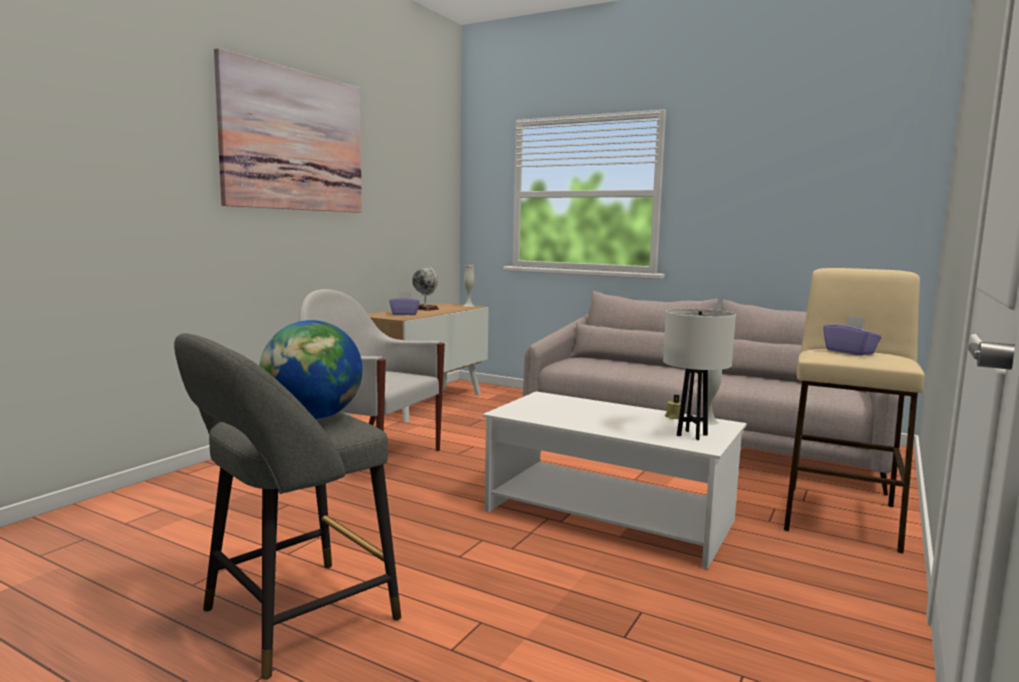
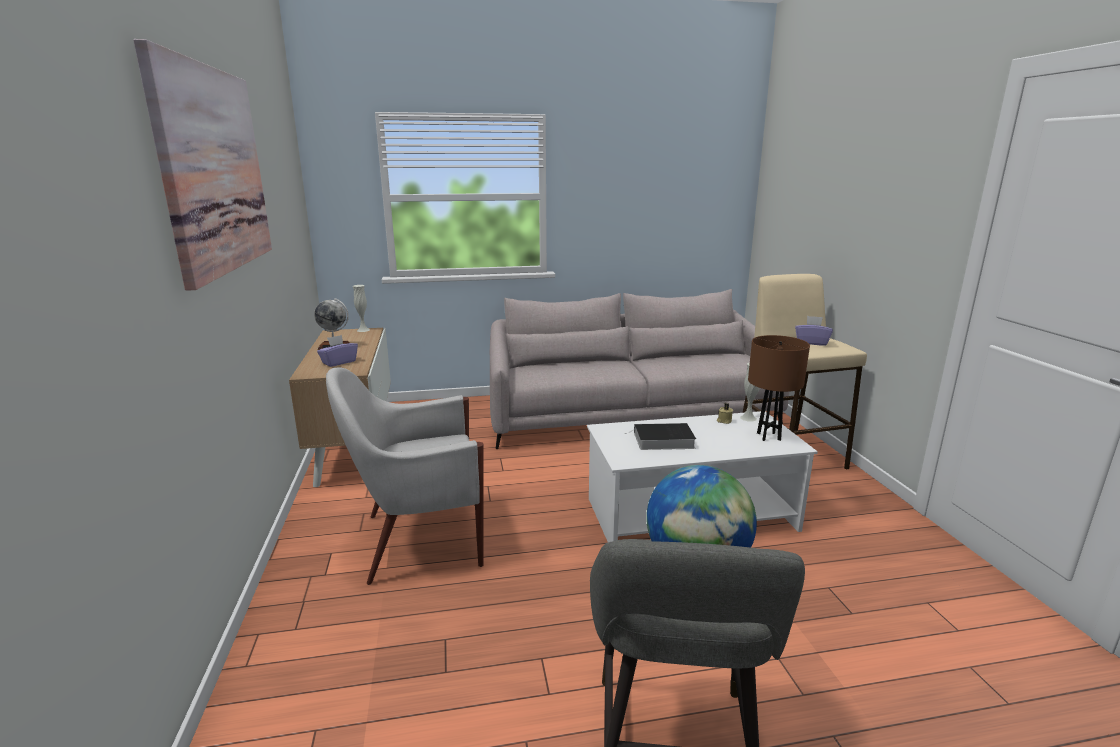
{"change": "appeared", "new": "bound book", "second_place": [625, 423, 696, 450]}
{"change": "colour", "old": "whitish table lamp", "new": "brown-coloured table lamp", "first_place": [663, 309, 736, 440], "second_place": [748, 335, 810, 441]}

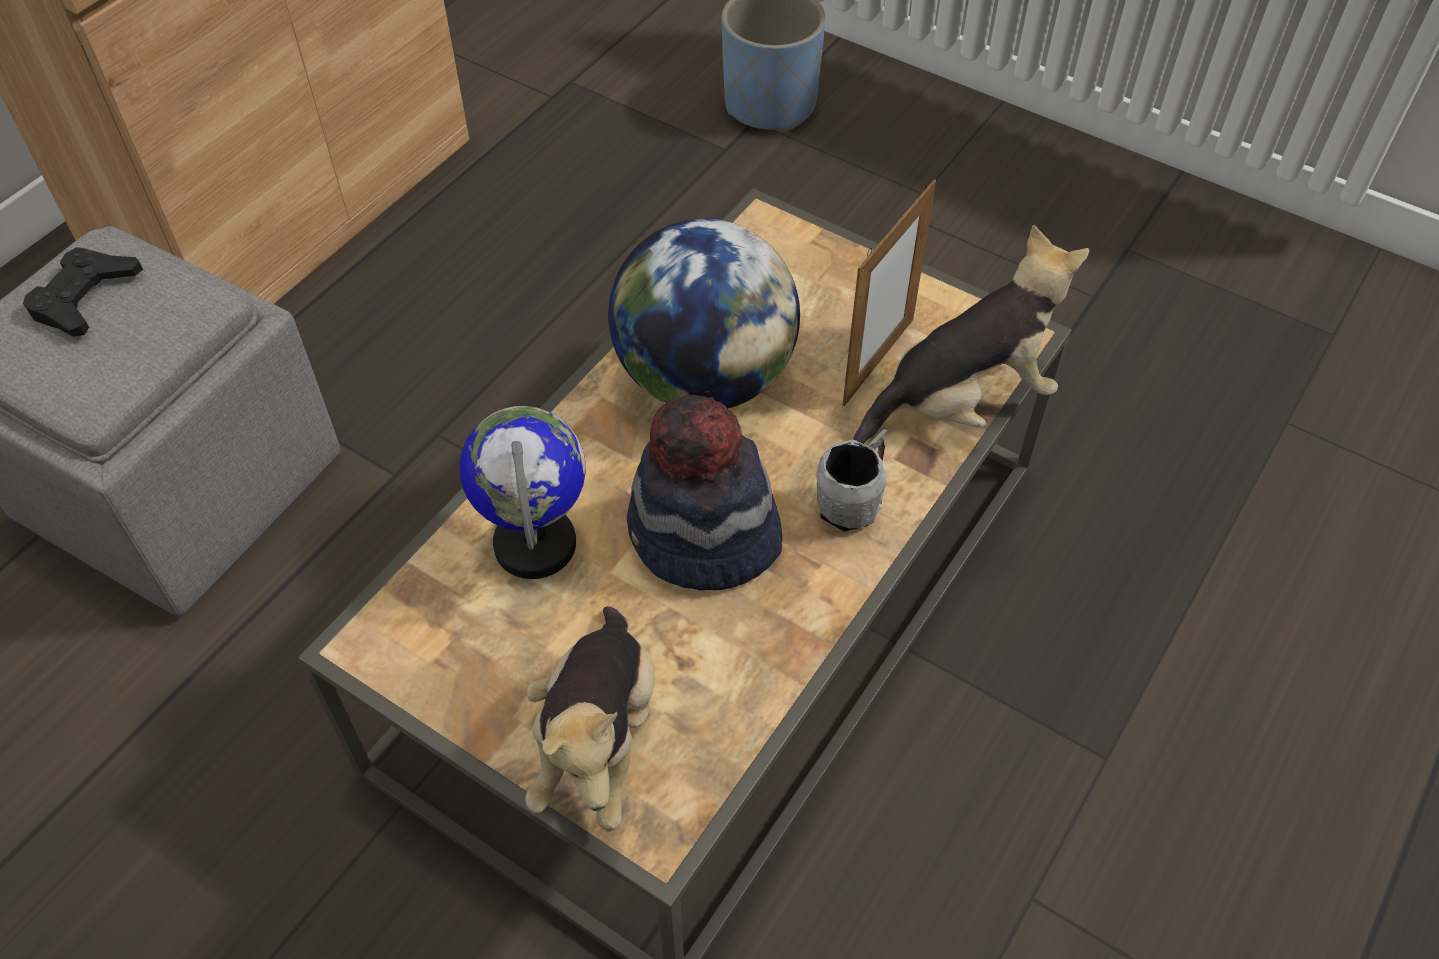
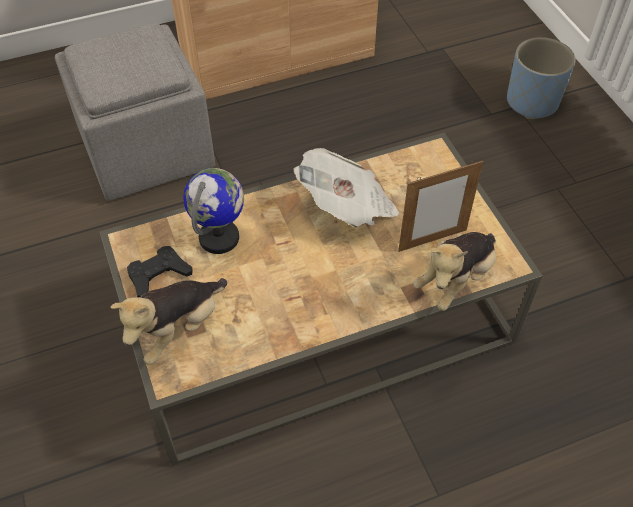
{"change": "missing", "old": "clothing hat", "first_place": [627, 395, 782, 590]}
{"change": "missing", "old": "gray mug", "first_place": [816, 429, 888, 532]}
{"change": "relocated", "old": "black-coloured gamepad", "first_place": [23, 247, 143, 337], "second_place": [127, 246, 193, 298]}
{"change": "exchanged", "old": "globe", "new": "printed paper", "first_place": [608, 218, 800, 408], "second_place": [294, 148, 399, 227]}
{"change": "spun", "old": "plush toy", "first_place": [853, 225, 1090, 444], "second_place": [413, 232, 496, 311], "degrees": 120}

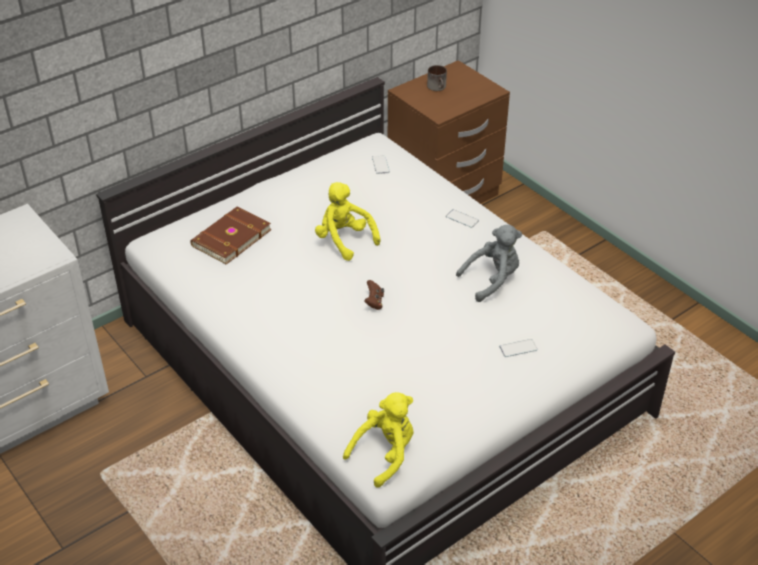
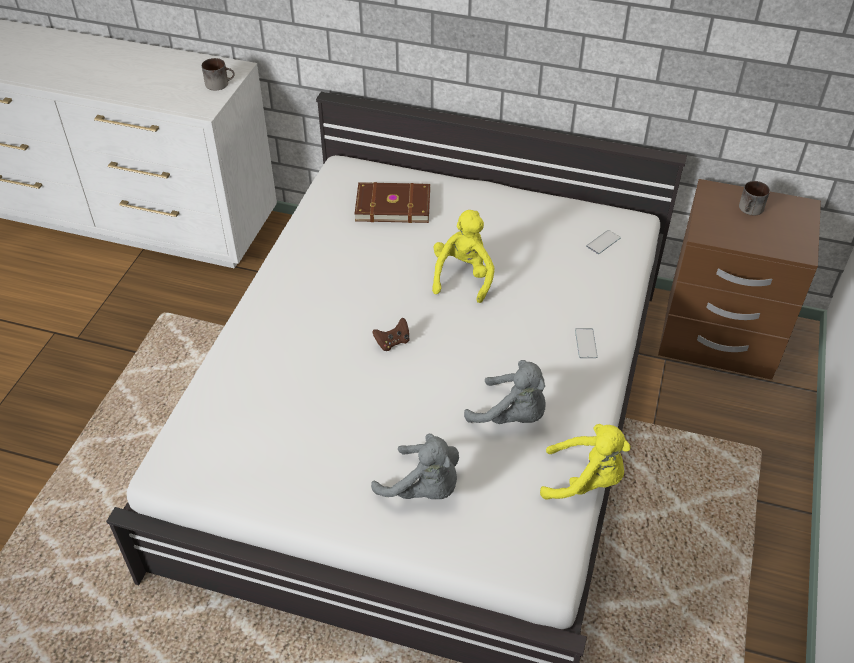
{"change": "appeared", "new": "mug", "second_place": [202, 58, 235, 91]}
{"change": "relocated", "old": "yellow-coloured plush toy", "first_place": [343, 392, 413, 488], "second_place": [540, 424, 631, 500]}
{"change": "exchanged", "old": "phone", "new": "gray plush toy", "first_place": [499, 339, 538, 357], "second_place": [371, 434, 459, 499]}

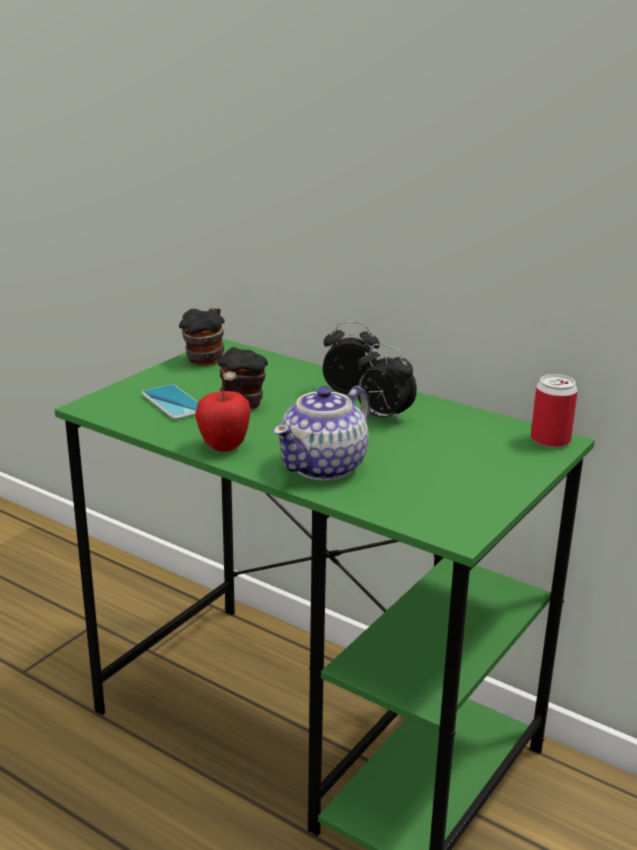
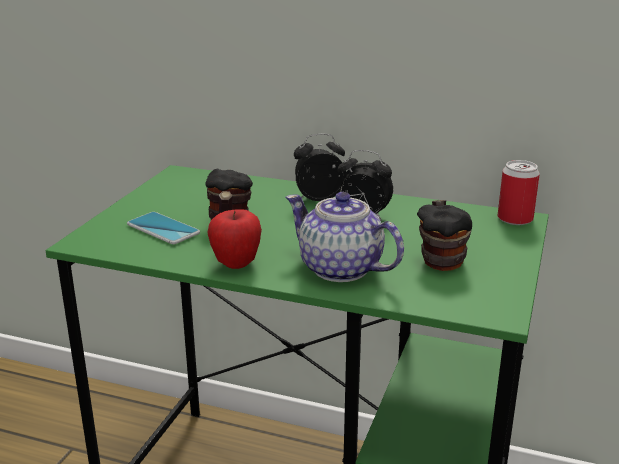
{"change": "relocated", "old": "mug", "first_place": [179, 308, 225, 366], "second_place": [417, 200, 472, 271]}
{"change": "spun", "old": "teapot", "first_place": [273, 386, 370, 481], "second_place": [286, 192, 404, 282], "degrees": 105}

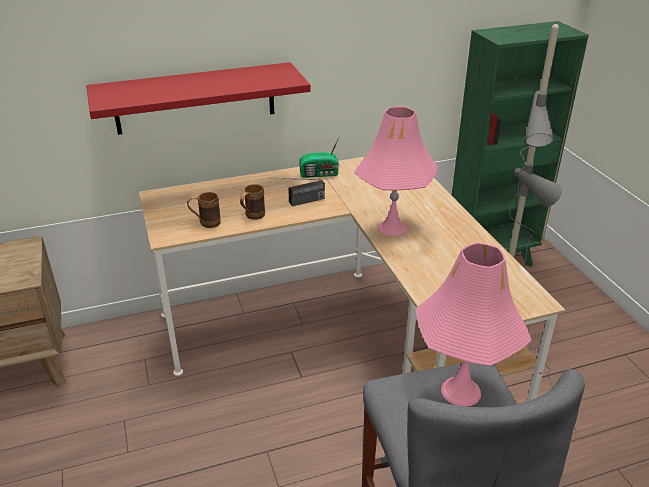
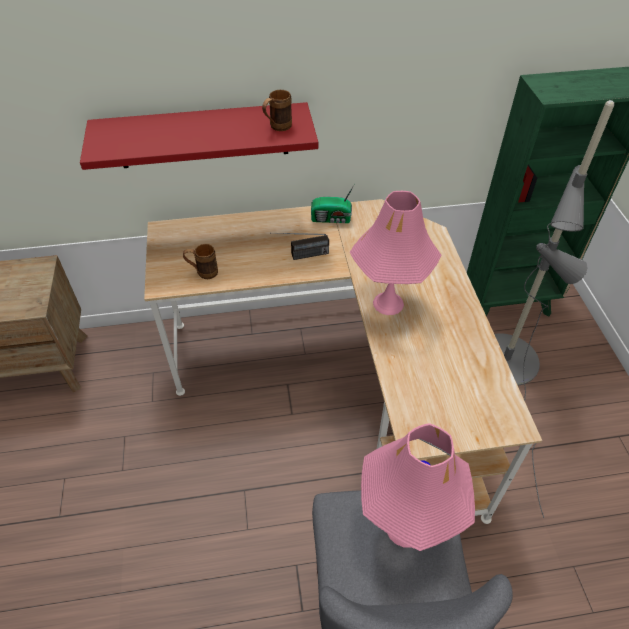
{"change": "relocated", "old": "brown-coloured mug", "first_place": [240, 184, 265, 220], "second_place": [262, 90, 292, 131]}

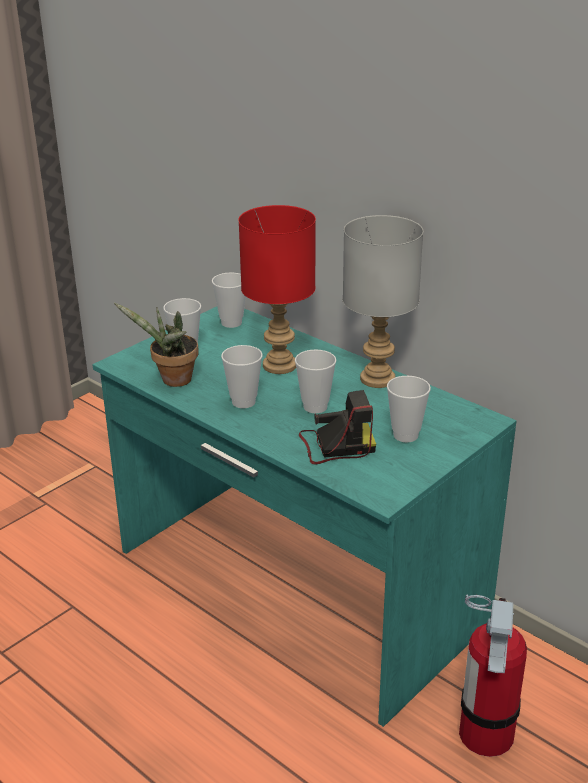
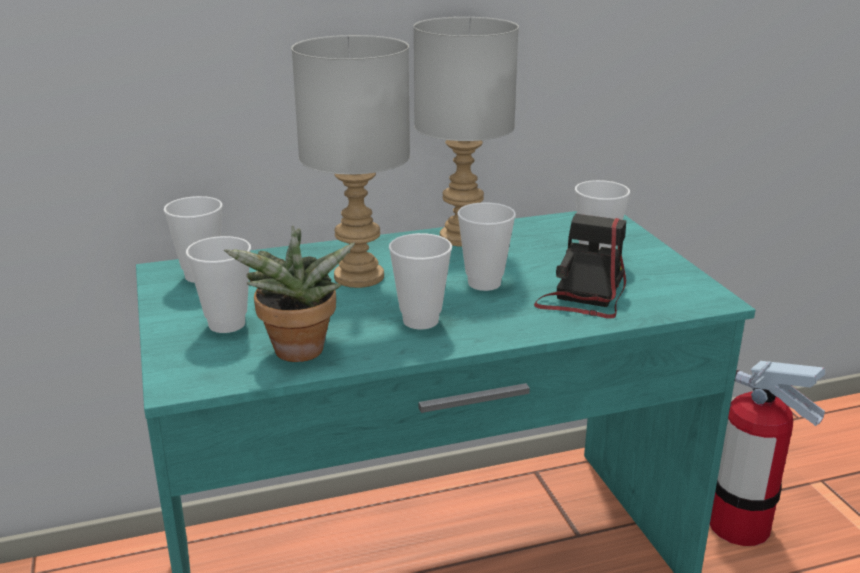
{"change": "colour", "old": "reddish table lamp", "new": "gray table lamp", "first_place": [238, 205, 316, 374], "second_place": [291, 35, 410, 288]}

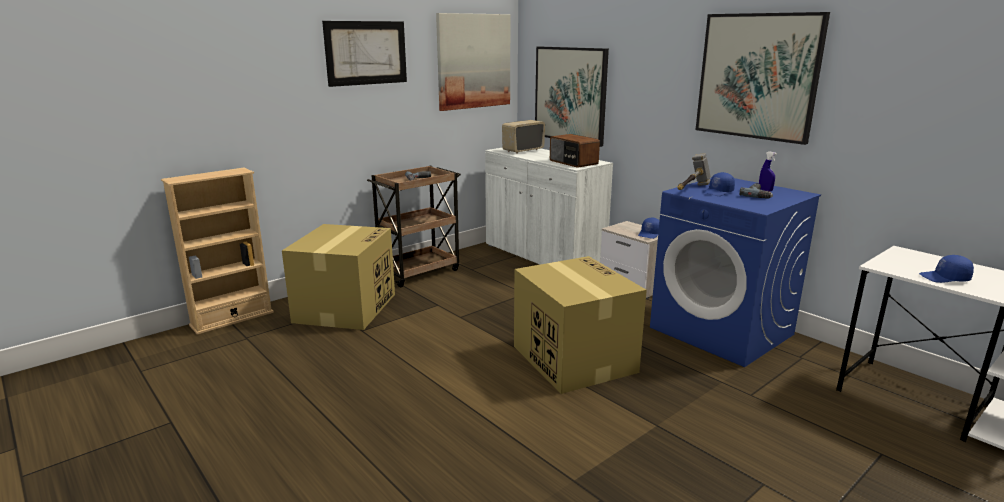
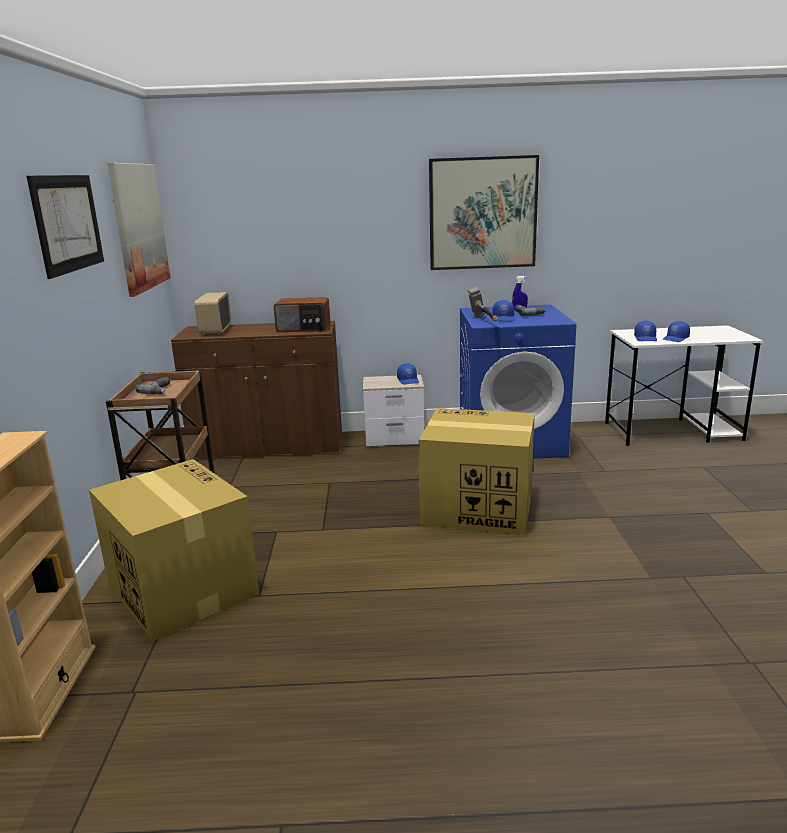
{"change": "missing", "old": "wall art", "first_place": [535, 47, 609, 147]}
{"change": "appeared", "new": "blue-coloured peaked cap", "second_place": [634, 321, 657, 341]}
{"change": "colour", "old": "whitish cabinet", "new": "brown-coloured cabinet", "first_place": [485, 148, 613, 264], "second_place": [171, 321, 342, 459]}

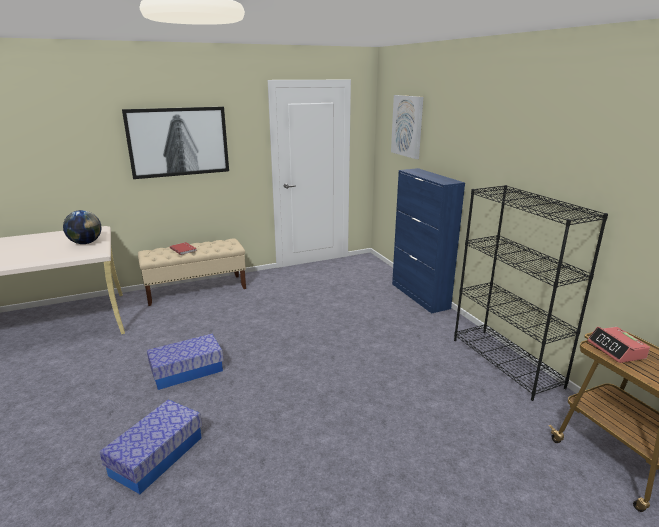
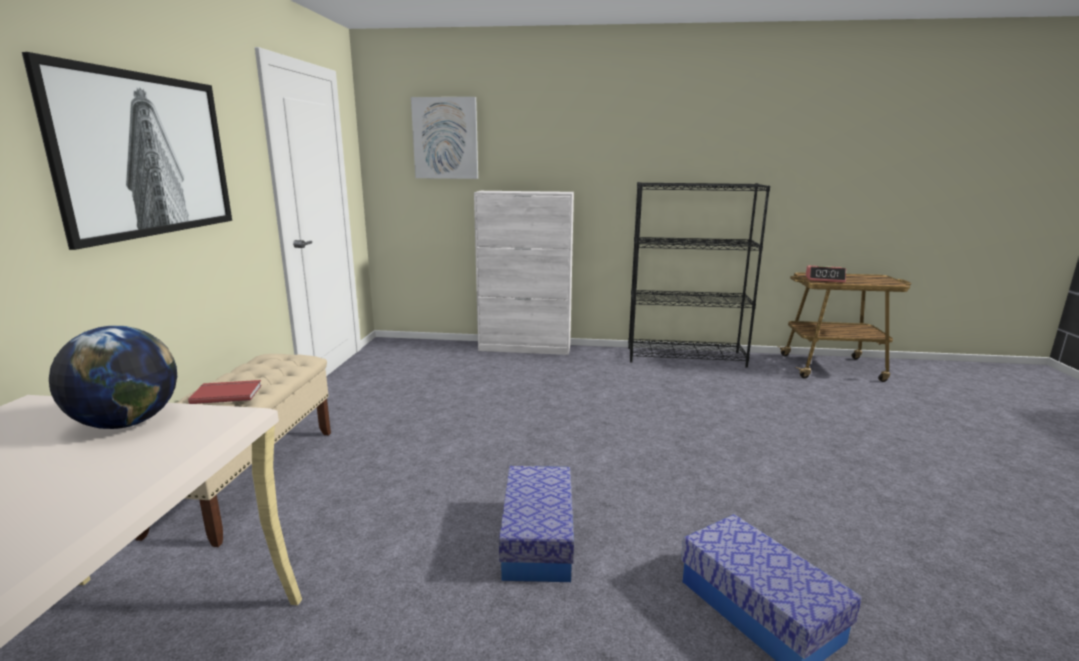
{"change": "colour", "old": "blue-coloured cabinet", "new": "whitish cabinet", "first_place": [392, 168, 465, 314], "second_place": [474, 191, 574, 355]}

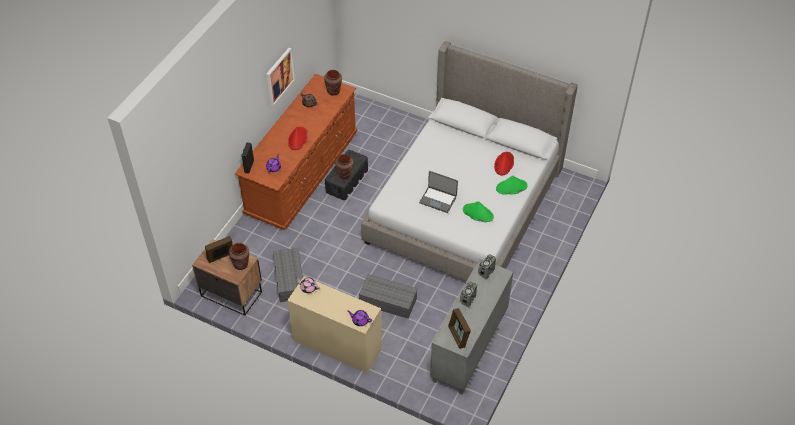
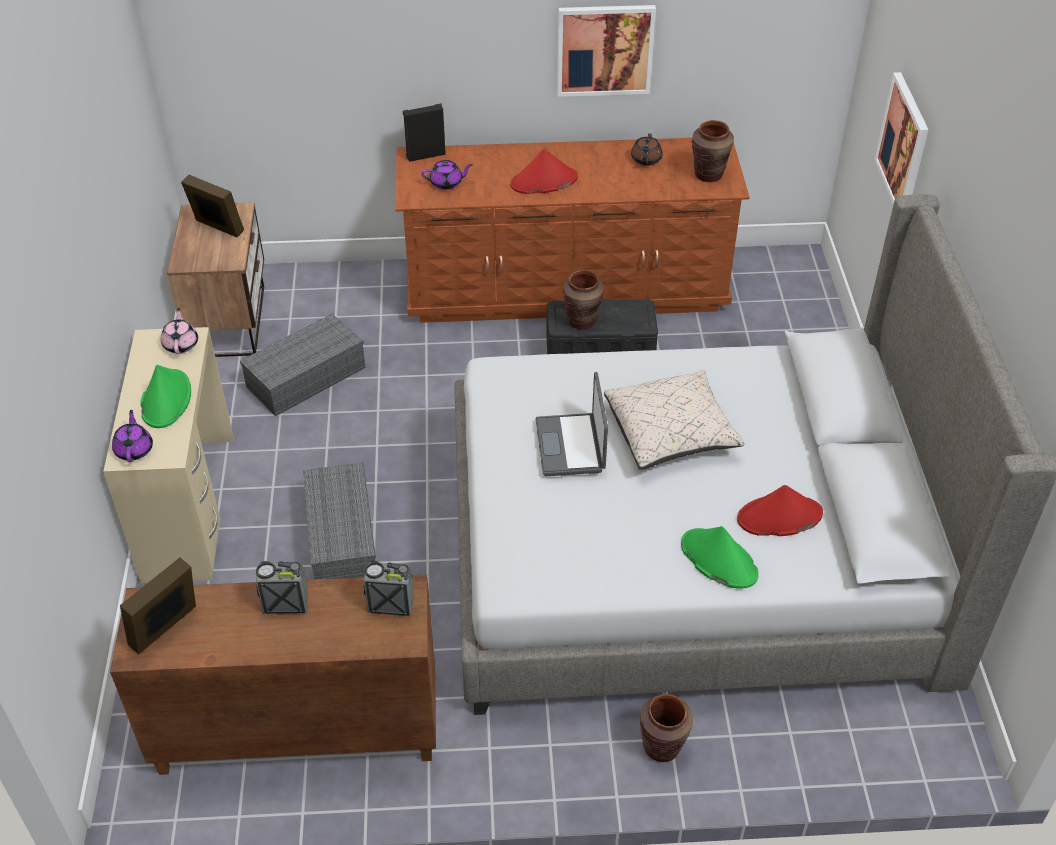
{"change": "appeared", "new": "sand-coloured throw pillow", "second_place": [604, 370, 745, 470]}
{"change": "appeared", "new": "wall art", "second_place": [874, 72, 928, 205]}
{"change": "relocated", "old": "brown-coloured decorative vase", "first_place": [229, 243, 249, 270], "second_place": [640, 694, 693, 762]}
{"change": "relocated", "old": "green clothing hat", "first_place": [463, 201, 494, 222], "second_place": [140, 365, 191, 428]}
{"change": "colour", "old": "gray cabinet", "new": "brown-coloured cabinet", "first_place": [430, 259, 513, 395], "second_place": [110, 574, 436, 775]}

